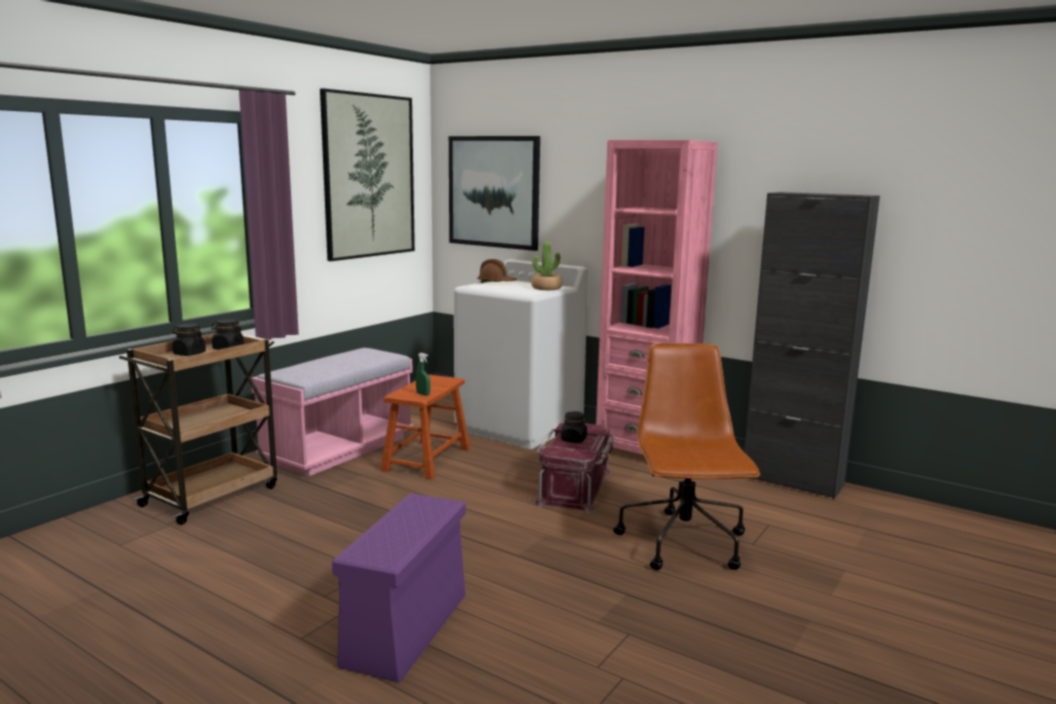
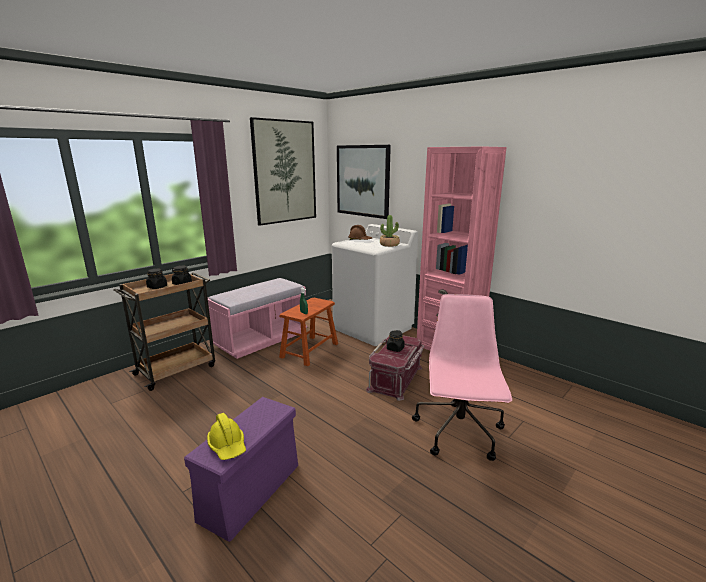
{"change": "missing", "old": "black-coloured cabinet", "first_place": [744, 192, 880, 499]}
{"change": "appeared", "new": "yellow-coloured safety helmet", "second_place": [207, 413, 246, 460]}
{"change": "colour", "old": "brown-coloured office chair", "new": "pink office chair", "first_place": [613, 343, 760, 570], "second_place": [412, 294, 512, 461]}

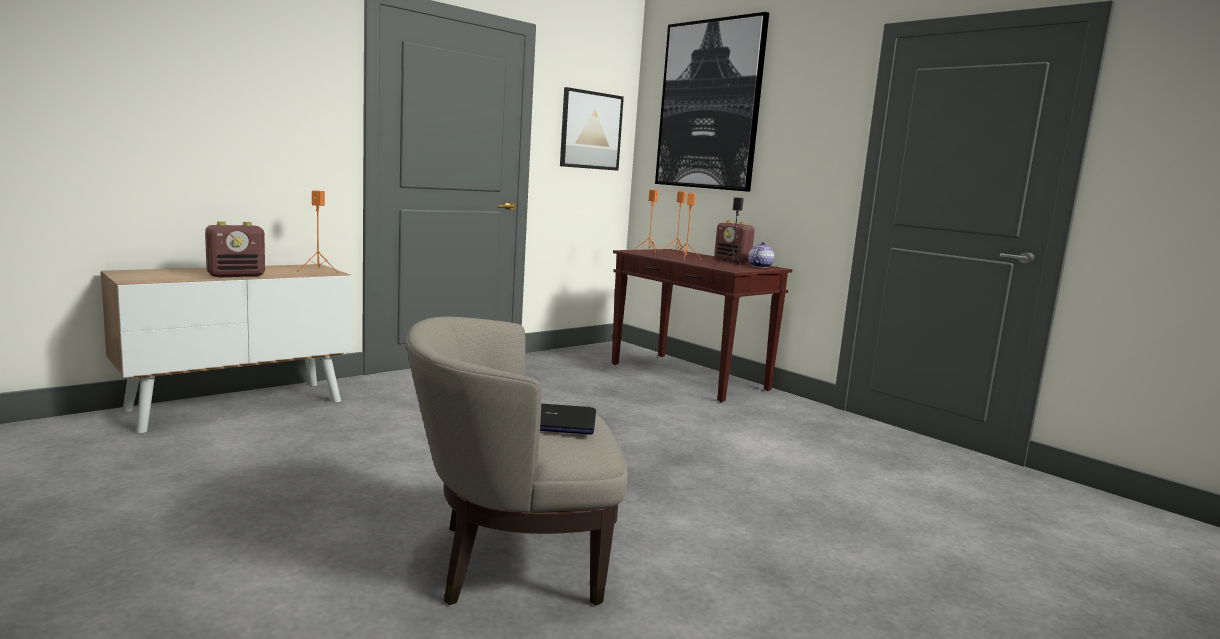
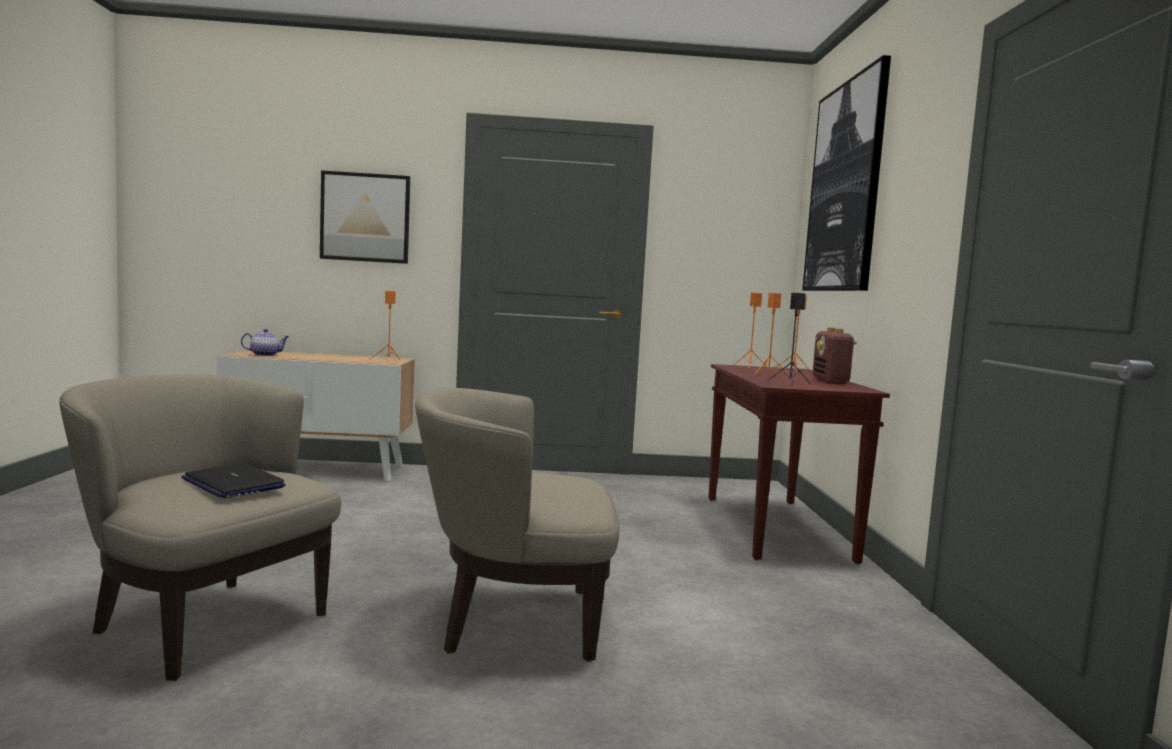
{"change": "missing", "old": "radio set", "first_place": [205, 221, 265, 277]}
{"change": "appeared", "new": "sand-coloured lounge chair", "second_place": [415, 388, 619, 662]}
{"change": "relocated", "old": "wall art", "first_place": [560, 87, 624, 171], "second_place": [320, 170, 410, 264]}
{"change": "relocated", "old": "teapot", "first_place": [748, 242, 774, 268], "second_place": [241, 329, 289, 356]}

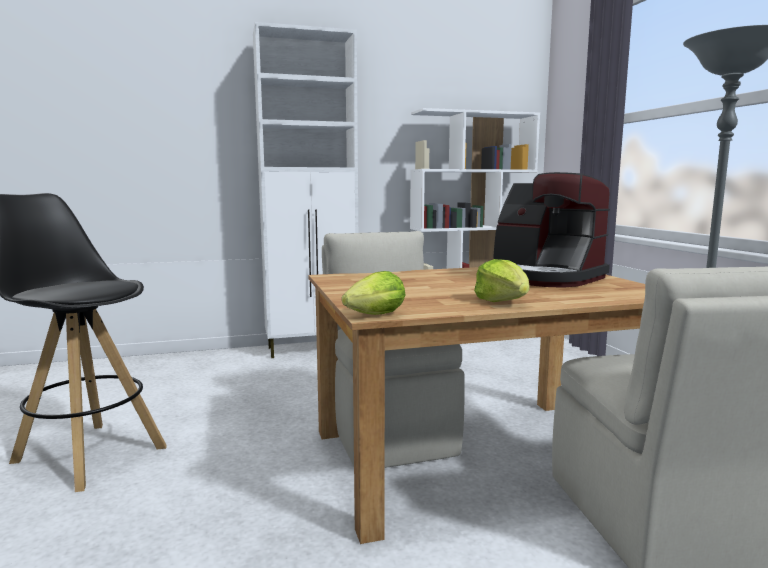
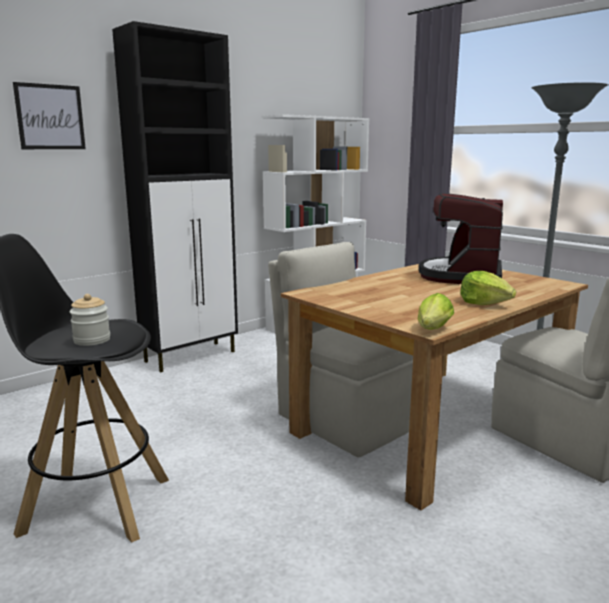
{"change": "appeared", "new": "wall art", "second_place": [13, 82, 86, 149]}
{"change": "appeared", "new": "preserve jar", "second_place": [70, 294, 110, 346]}
{"change": "colour", "old": "whitish cabinet", "new": "black-coloured cabinet", "first_place": [253, 22, 358, 358], "second_place": [112, 21, 238, 372]}
{"change": "spun", "old": "coffee machine", "first_place": [493, 172, 610, 288], "second_place": [419, 193, 503, 284], "degrees": 90}

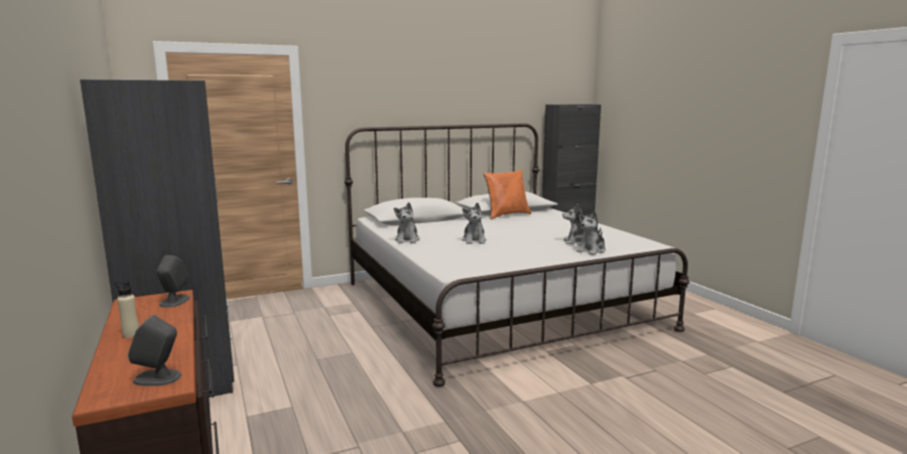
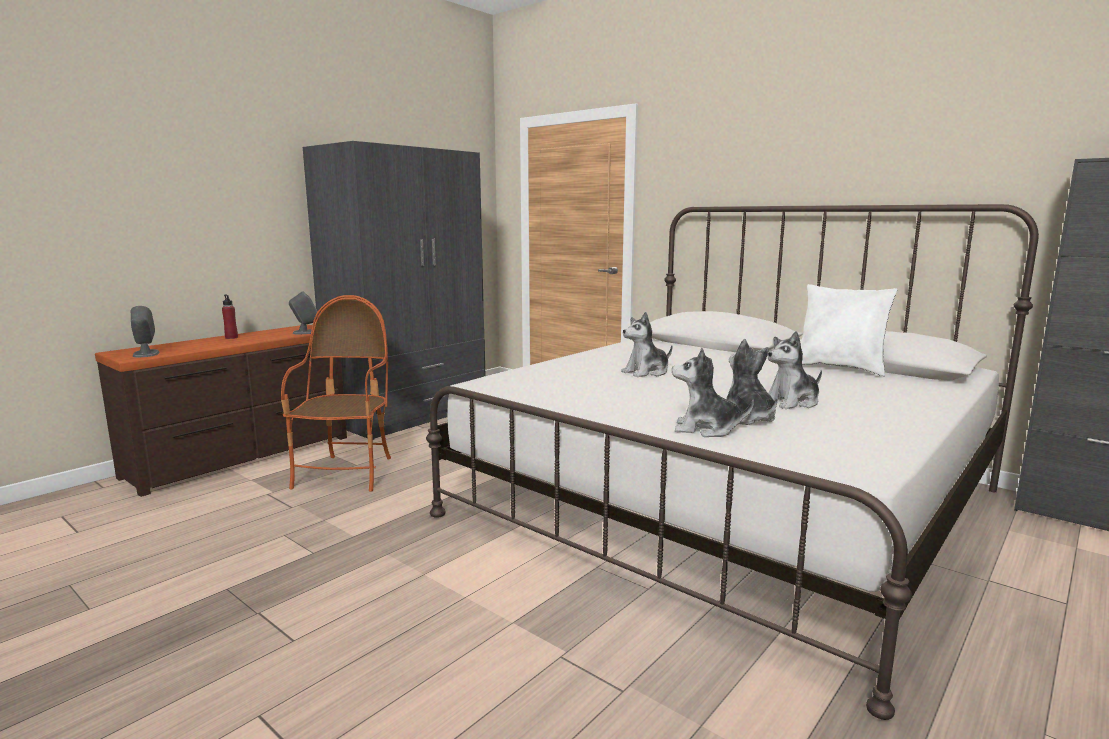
{"change": "appeared", "new": "lounge chair", "second_place": [281, 295, 391, 492]}
{"change": "relocated", "old": "plush toy", "first_place": [394, 202, 420, 244], "second_place": [767, 331, 822, 409]}
{"change": "colour", "old": "sand-coloured bottle", "new": "reddish bottle", "first_place": [115, 281, 139, 338], "second_place": [222, 294, 238, 339]}
{"change": "colour", "old": "orangey throw pillow", "new": "whitish throw pillow", "first_place": [483, 169, 532, 219], "second_place": [801, 284, 897, 376]}

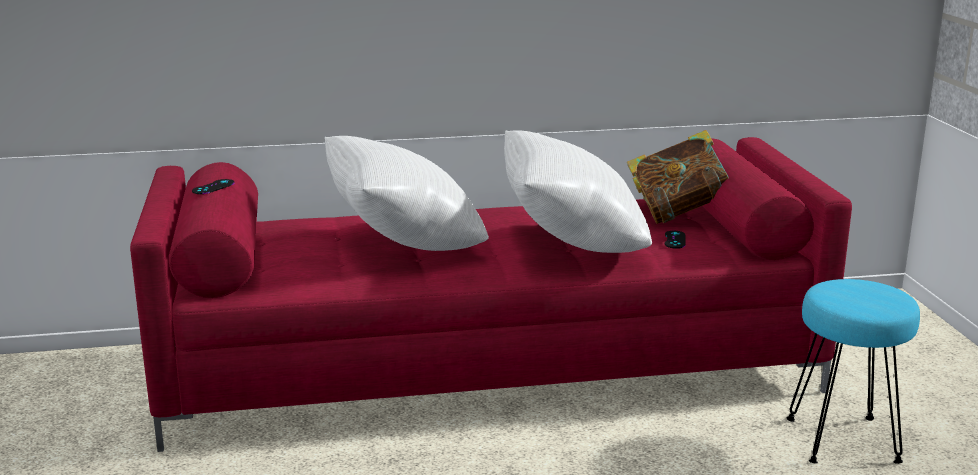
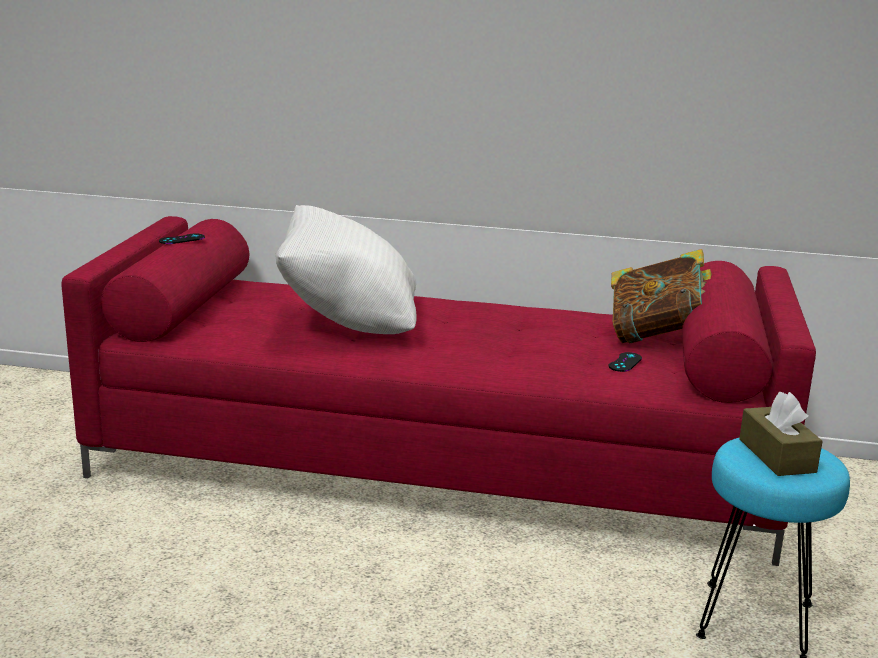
{"change": "missing", "old": "whitish throw pillow", "first_place": [504, 130, 652, 253]}
{"change": "appeared", "new": "brown-coloured box of tissues", "second_place": [739, 392, 823, 476]}

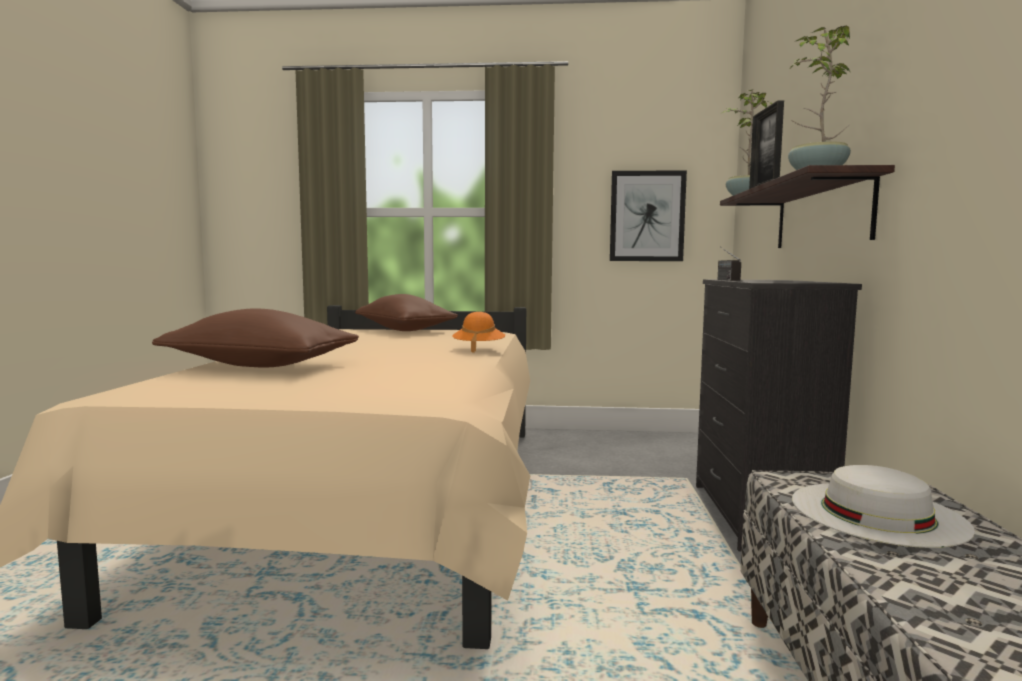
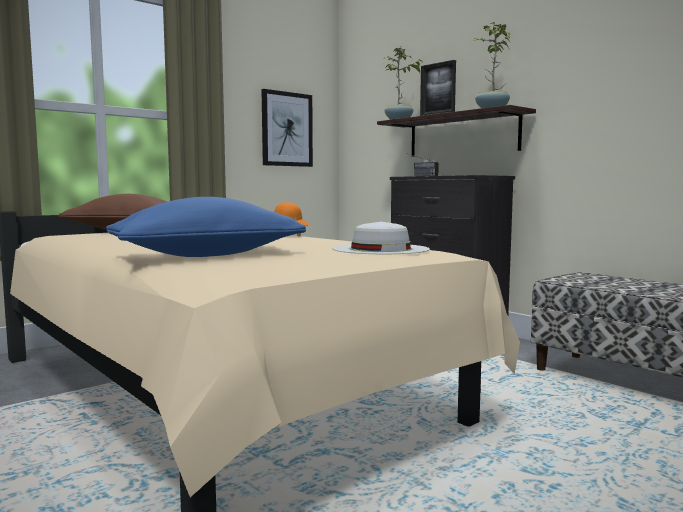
{"change": "relocated", "old": "whitish clothing hat", "first_place": [792, 465, 975, 548], "second_place": [332, 222, 430, 254]}
{"change": "colour", "old": "brown-coloured throw pillow", "new": "blue-coloured throw pillow", "first_place": [152, 309, 359, 368], "second_place": [106, 197, 306, 257]}

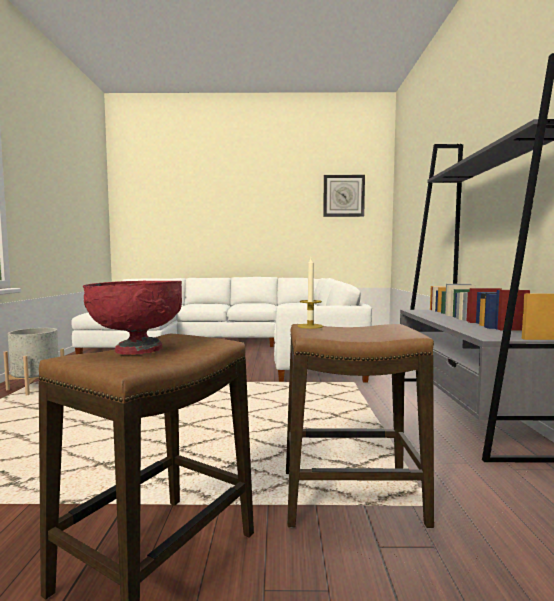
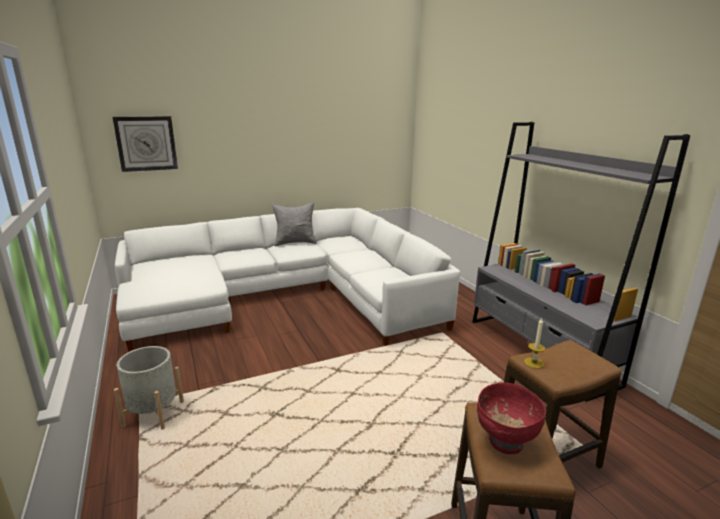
{"change": "appeared", "new": "gray throw pillow", "second_place": [272, 202, 317, 246]}
{"change": "relocated", "old": "clock on the wall", "first_place": [323, 175, 365, 217], "second_place": [113, 116, 178, 172]}

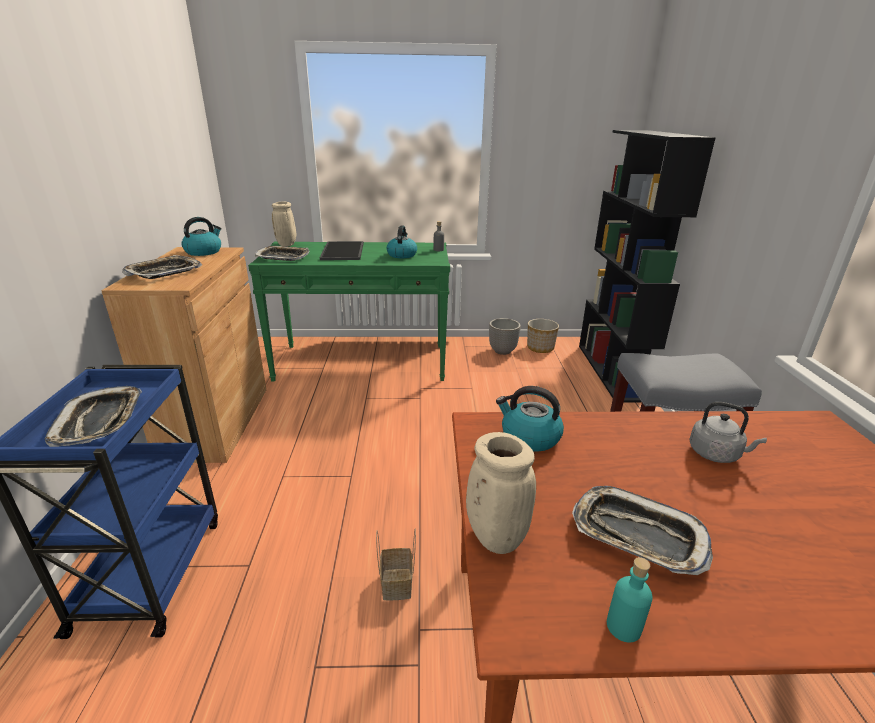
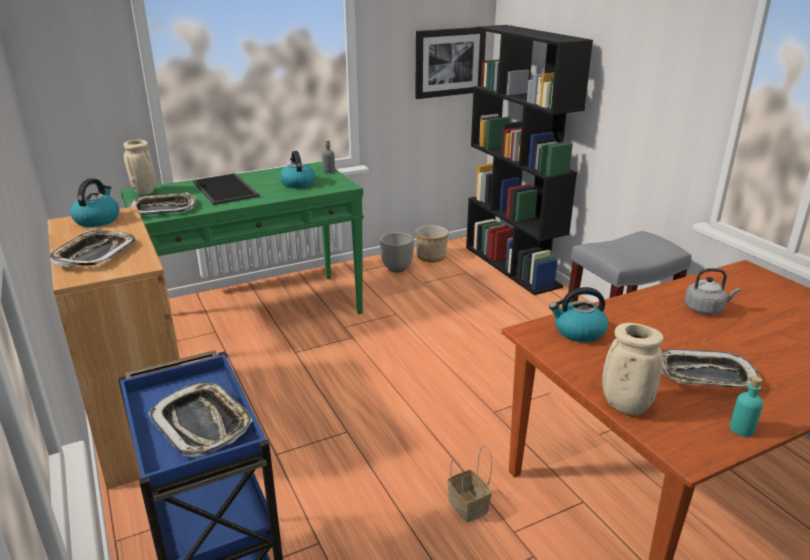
{"change": "appeared", "new": "wall art", "second_place": [415, 27, 486, 99]}

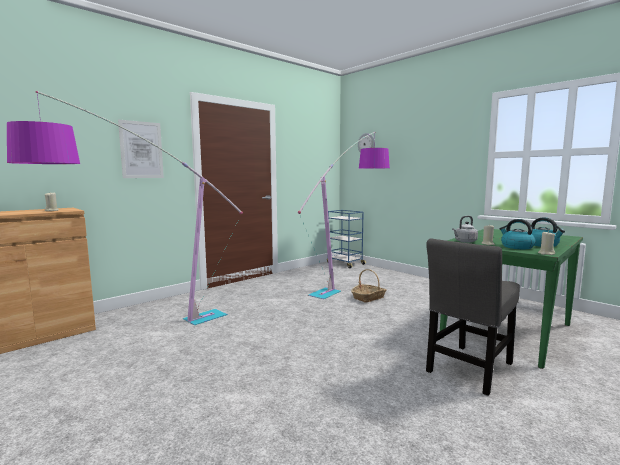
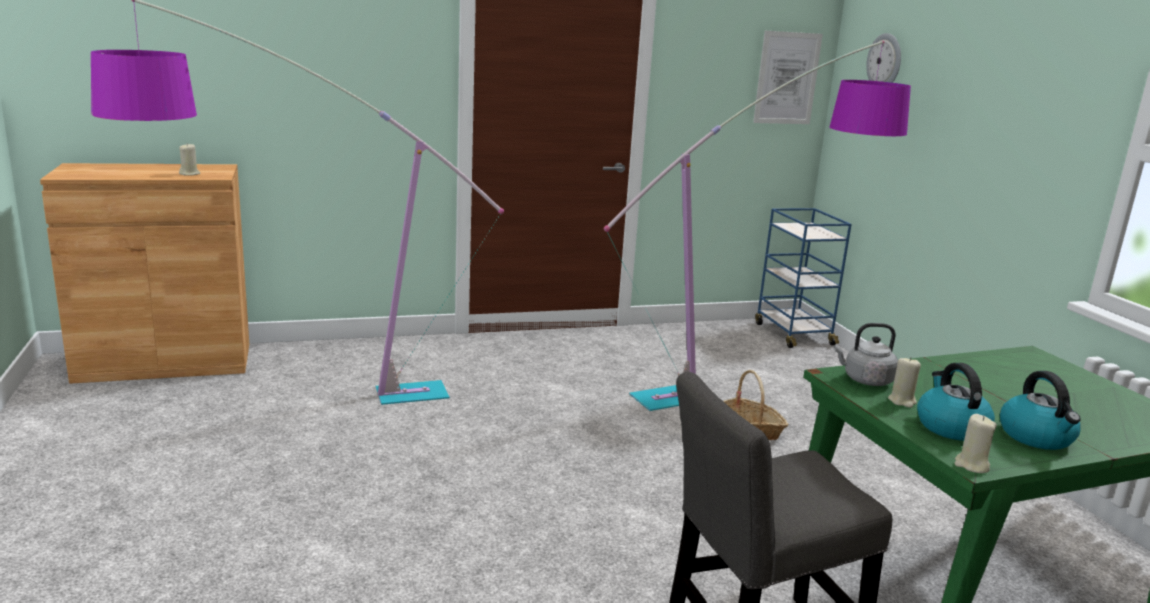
{"change": "relocated", "old": "wall art", "first_place": [118, 119, 164, 178], "second_place": [753, 31, 823, 124]}

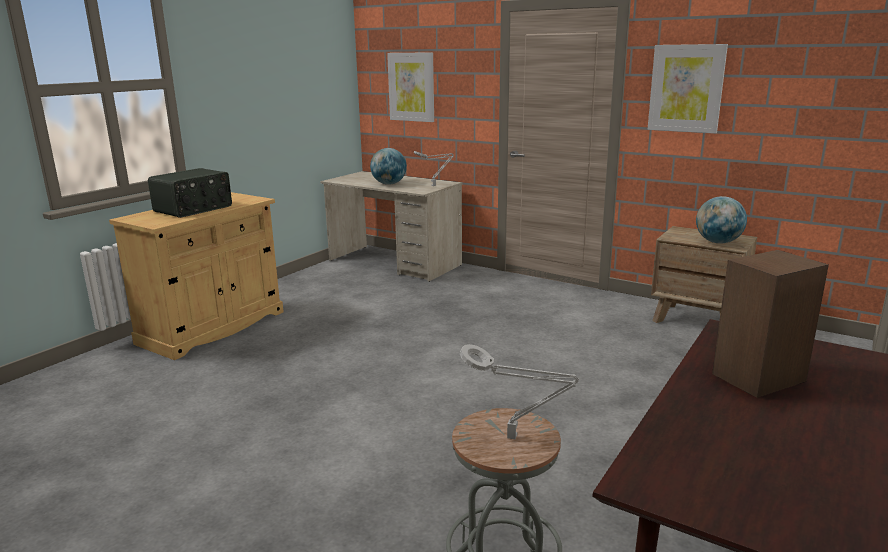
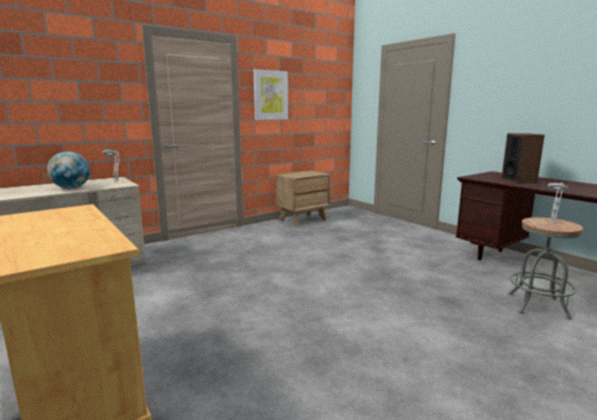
{"change": "missing", "old": "radio set", "first_place": [148, 168, 232, 218]}
{"change": "missing", "old": "wall art", "first_place": [387, 52, 434, 122]}
{"change": "missing", "old": "globe", "first_place": [696, 196, 747, 244]}

